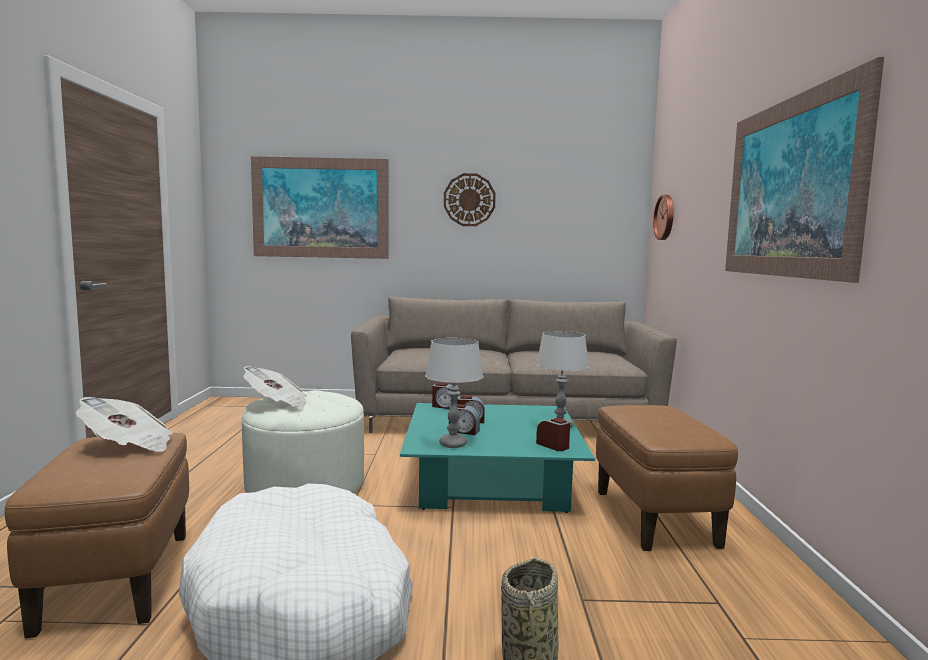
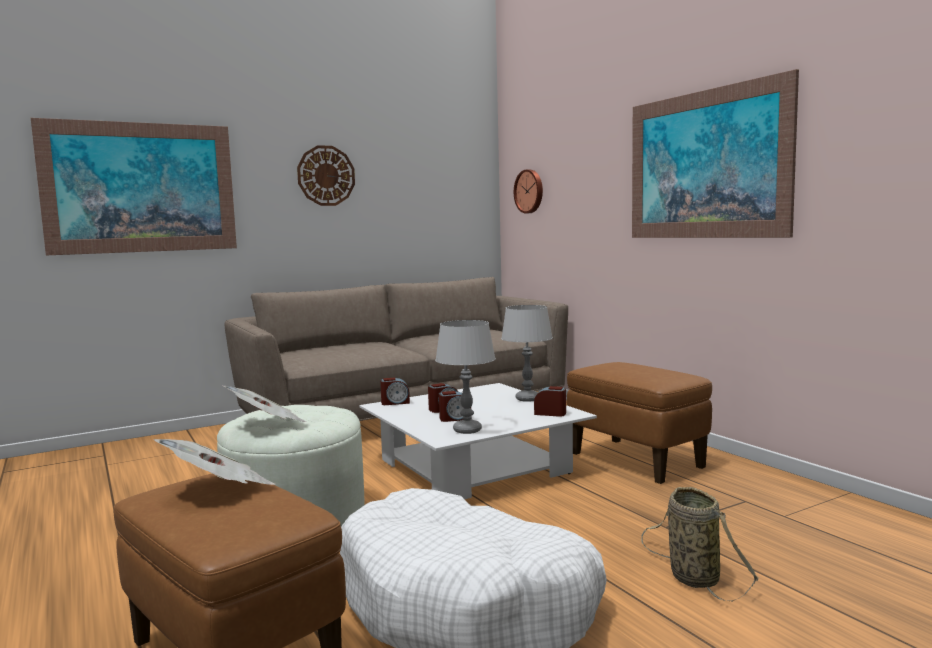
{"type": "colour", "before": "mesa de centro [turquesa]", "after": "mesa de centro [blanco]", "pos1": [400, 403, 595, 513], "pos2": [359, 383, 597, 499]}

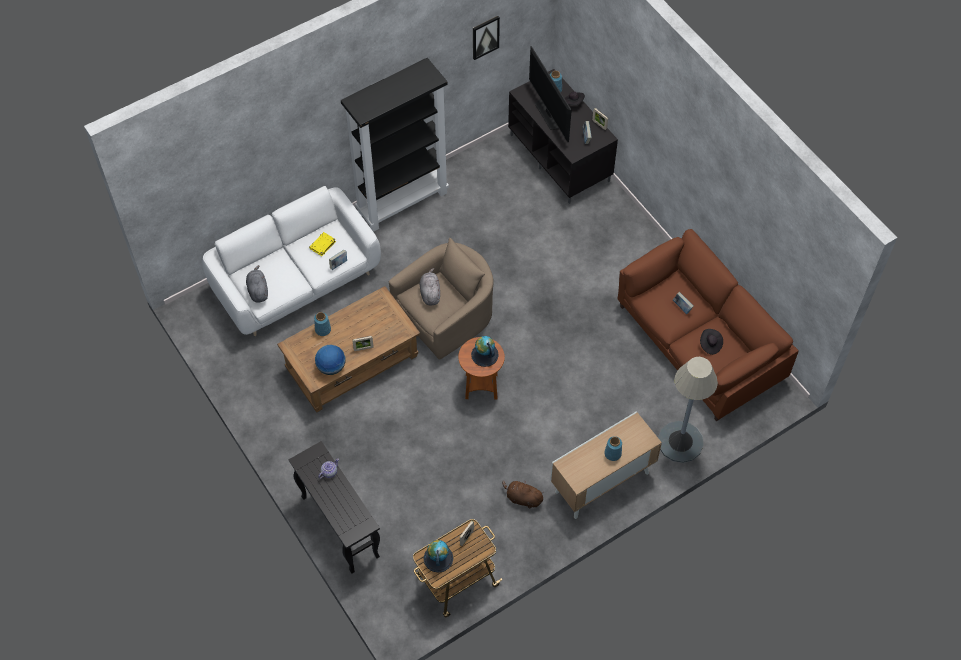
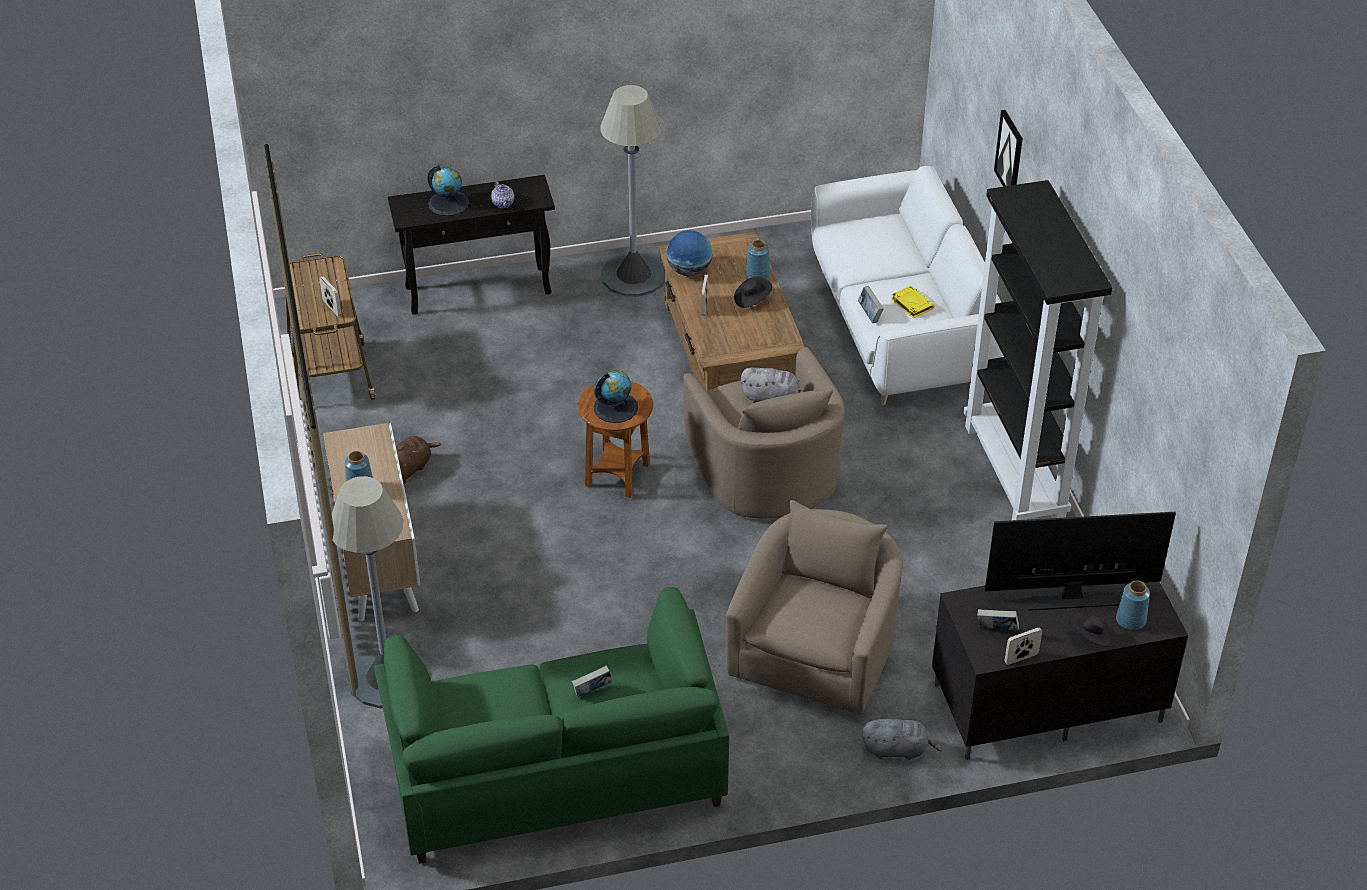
{"type": "colour", "before": "sofá [marrón]", "after": "sofá [verde]", "pos1": [617, 229, 799, 421], "pos2": [373, 587, 729, 864]}
{"type": "relocated", "before": "globo terráqueo", "pos1": [423, 540, 453, 573], "pos2": [427, 165, 469, 216]}
{"type": "appeared", "after": "lámpara de pie [gris]", "pos2": [600, 85, 665, 297]}
{"type": "appeared", "after": "sillón [beis]", "pos2": [726, 500, 903, 715]}
{"type": "relocated", "before": "sombrero [negro]", "pos1": [700, 329, 723, 355], "pos2": [734, 277, 772, 308]}
{"type": "relocated", "before": "peluche [gris]", "pos1": [246, 265, 268, 303], "pos2": [862, 719, 942, 760]}
{"type": "relocated", "before": "cuadro", "pos1": [473, 16, 500, 60], "pos2": [994, 110, 1023, 187]}

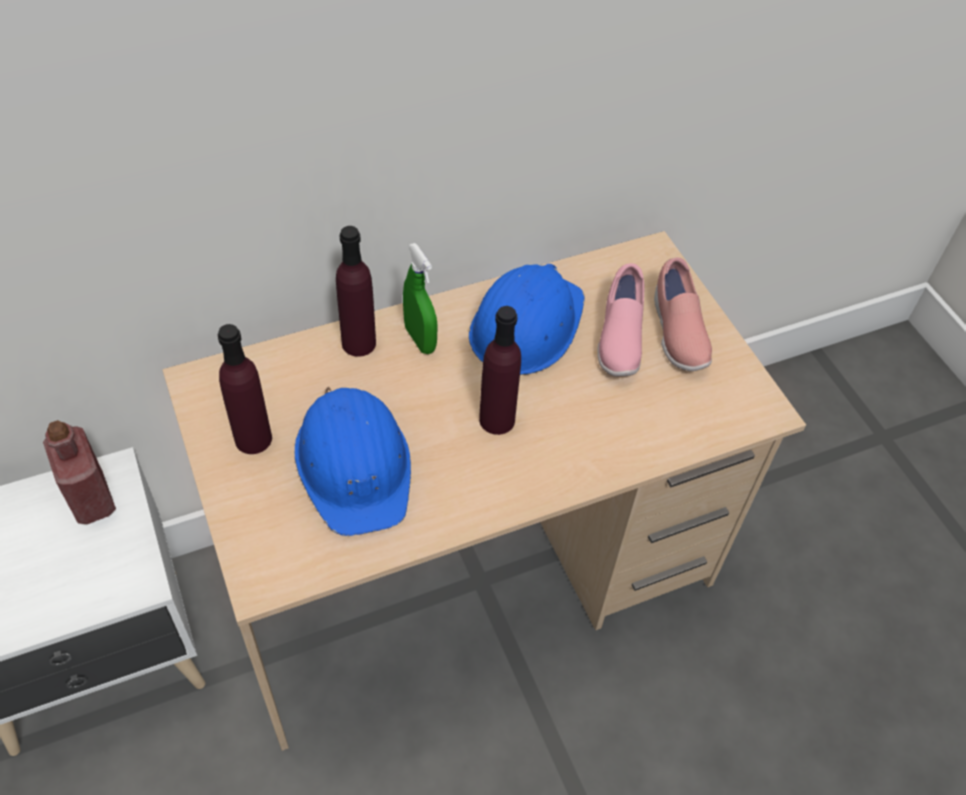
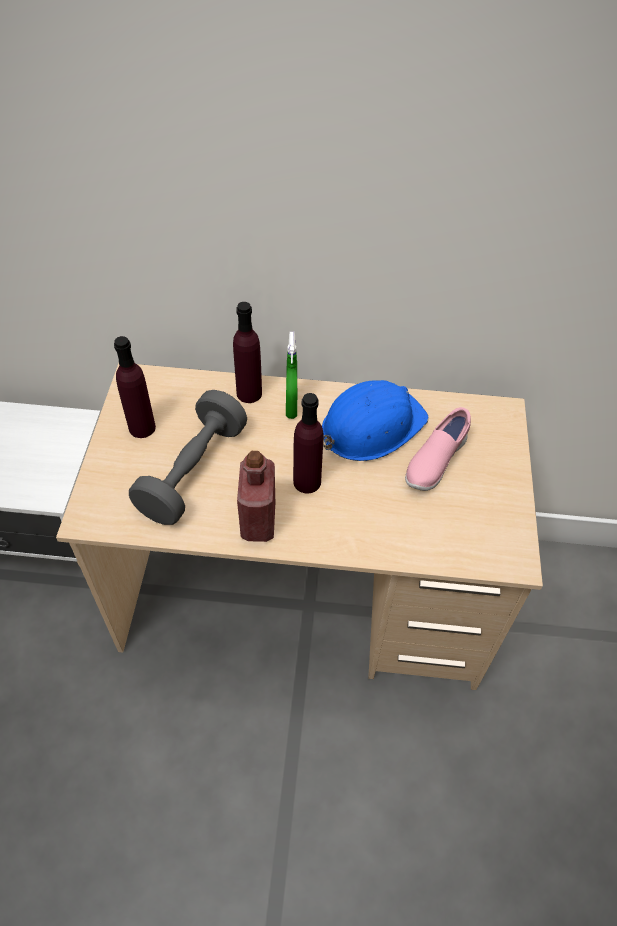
{"type": "exchanged", "before": "casco [azul]", "after": "mancuerna [gris]", "pos1": [294, 387, 411, 536], "pos2": [129, 390, 247, 525]}
{"type": "relocated", "before": "botella [rojo]", "pos1": [43, 420, 116, 524], "pos2": [237, 451, 275, 542]}
{"type": "missing", "before": "zapato [rosa]", "pos1": [654, 257, 712, 371]}

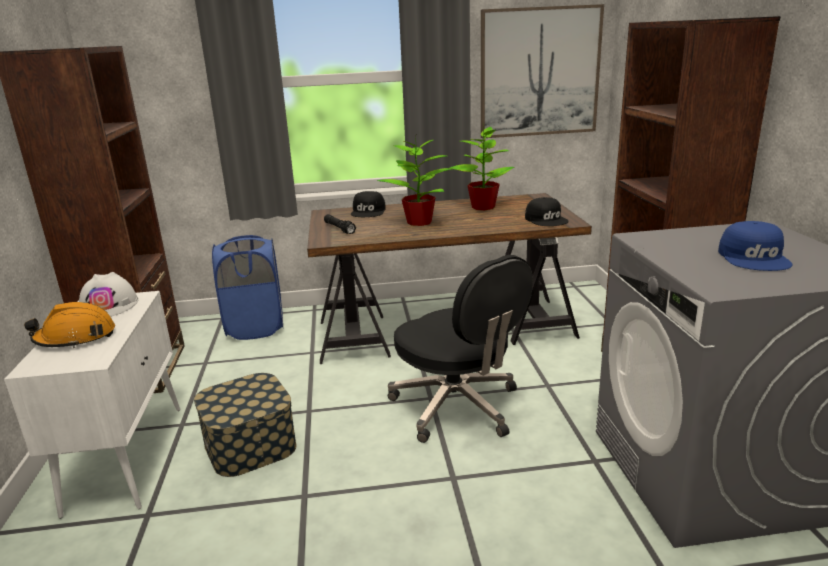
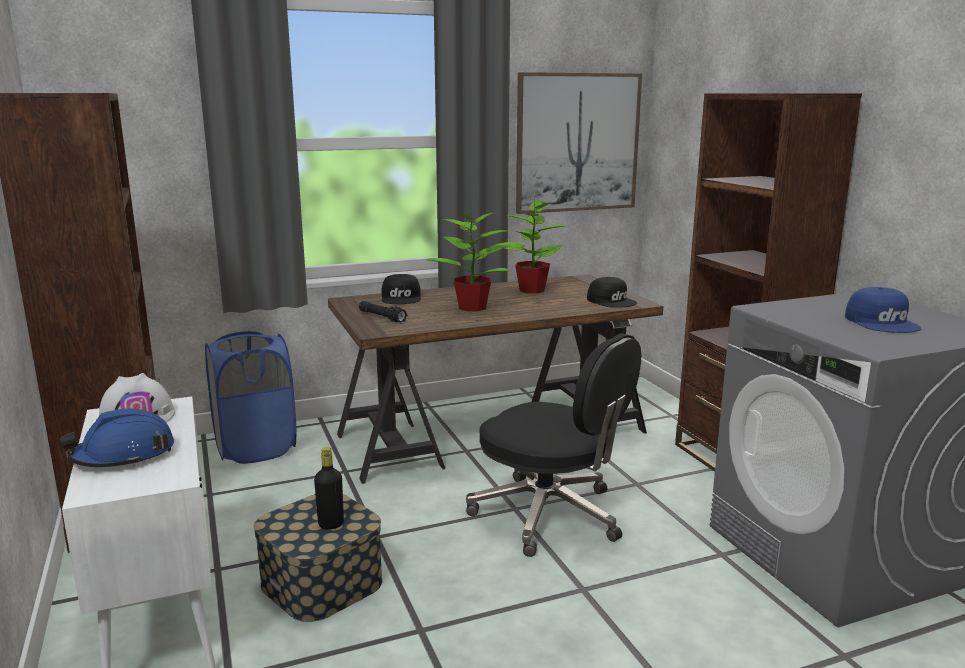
{"type": "colour", "before": "casco [naranja]", "after": "casco [azul]", "pos1": [24, 302, 115, 348], "pos2": [61, 409, 174, 467]}
{"type": "appeared", "after": "botella [negro]", "pos2": [314, 447, 344, 530]}

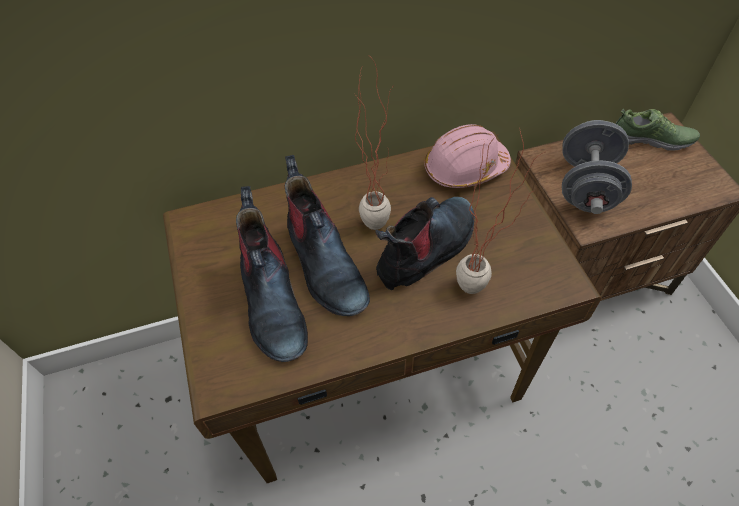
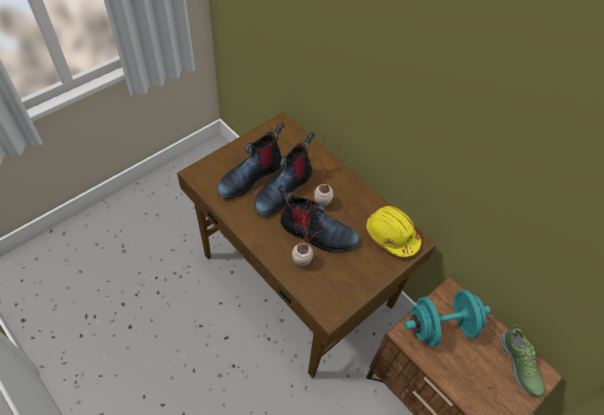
{"type": "colour", "before": "casco [rosa]", "after": "casco [amarillo]", "pos1": [424, 124, 511, 188], "pos2": [366, 206, 421, 257]}
{"type": "colour", "before": "mancuerna [gris]", "after": "mancuerna [turquesa]", "pos1": [562, 120, 632, 214], "pos2": [404, 290, 491, 346]}

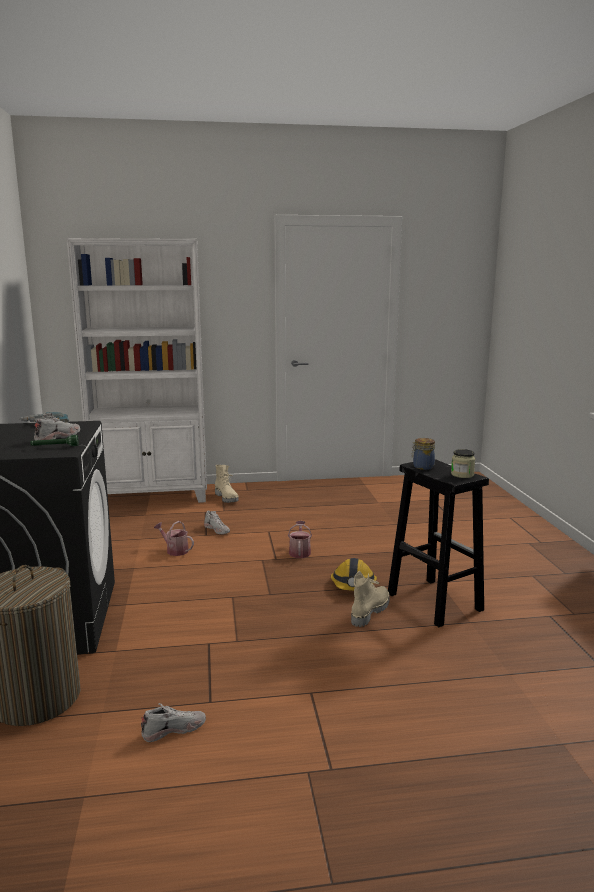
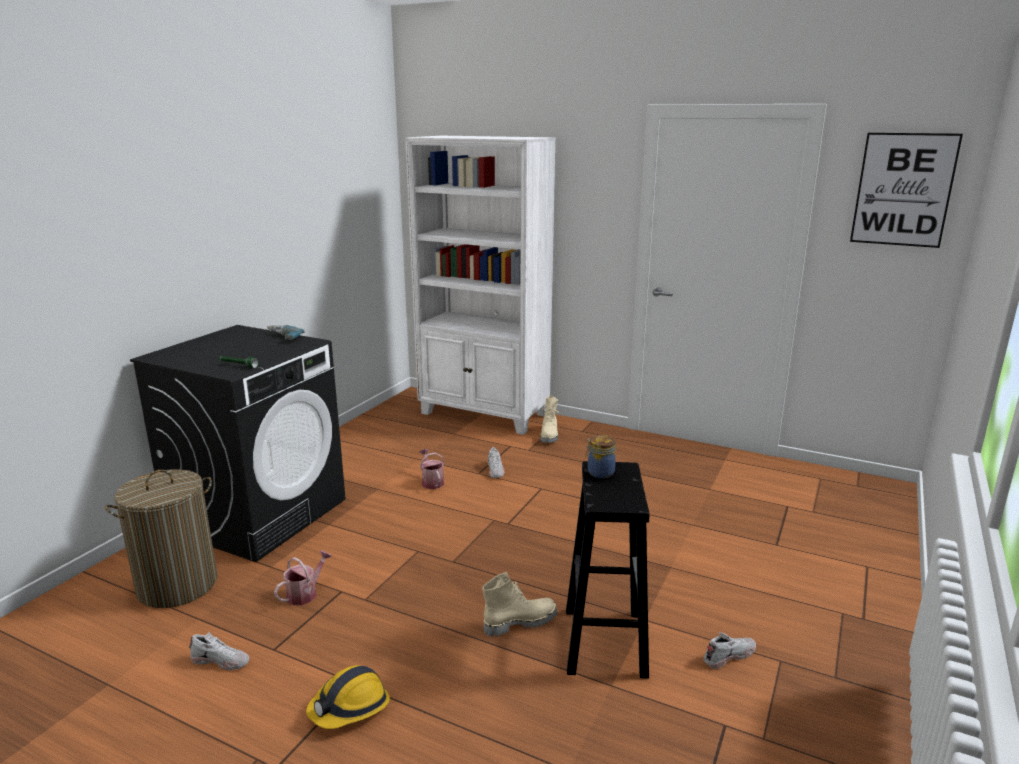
{"type": "relocated", "before": "regadera", "pos1": [288, 521, 312, 558], "pos2": [274, 550, 332, 605]}
{"type": "relocated", "before": "casco", "pos1": [331, 558, 377, 591], "pos2": [306, 665, 390, 729]}
{"type": "relocated", "before": "zapato [blanco]", "pos1": [34, 413, 80, 441], "pos2": [704, 632, 756, 669]}
{"type": "appeared", "after": "cuadro", "pos2": [850, 133, 963, 248]}
{"type": "missing", "before": "tarro", "pos1": [451, 449, 475, 478]}

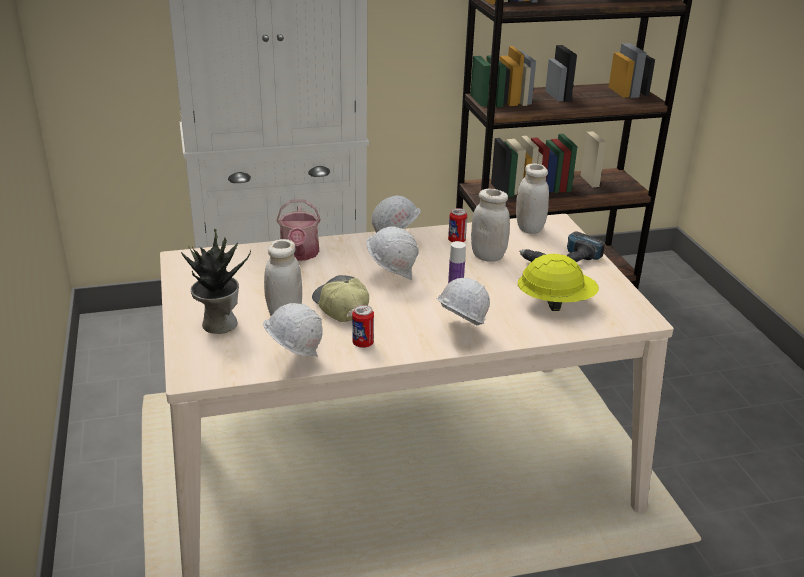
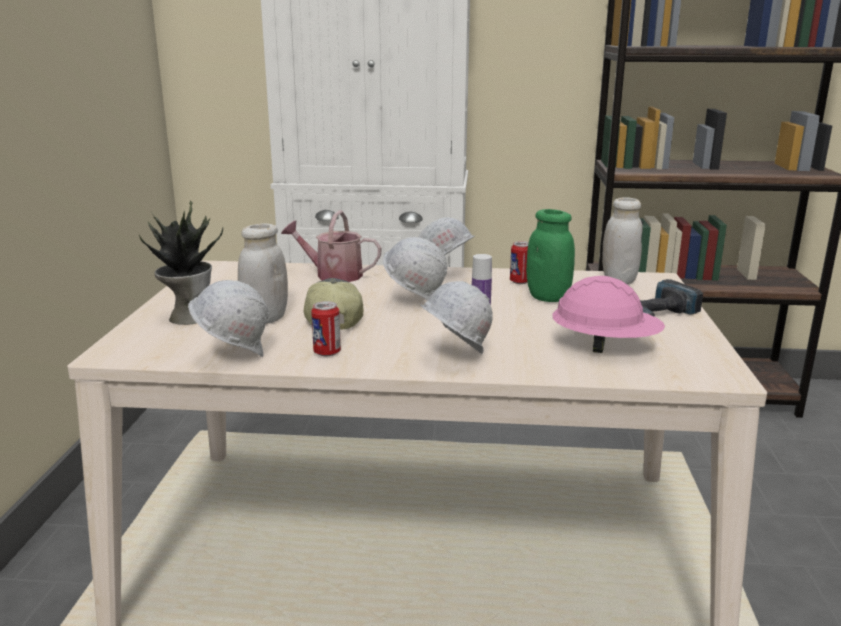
{"type": "spun", "before": "regadera", "pos1": [277, 199, 321, 261], "pos2": [281, 210, 382, 282], "turn": 90}
{"type": "colour", "before": "tarro [blanco]", "after": "tarro [verde]", "pos1": [471, 189, 510, 262], "pos2": [526, 209, 575, 302]}
{"type": "colour", "before": "casco [amarillo]", "after": "casco [rosa]", "pos1": [518, 254, 599, 311], "pos2": [553, 276, 665, 353]}

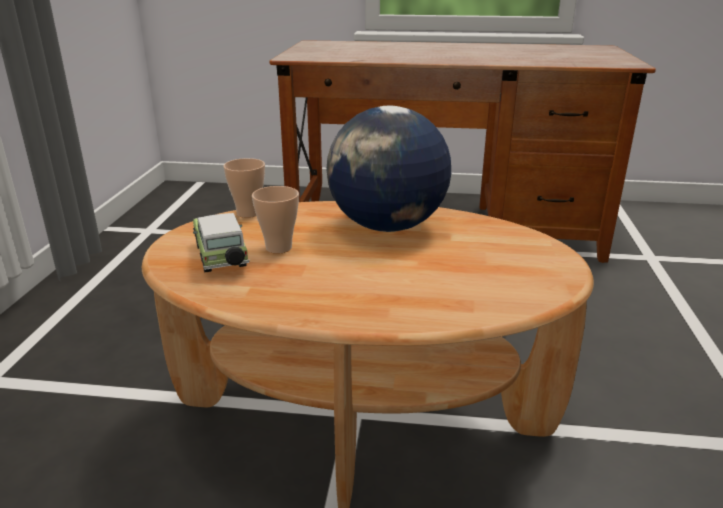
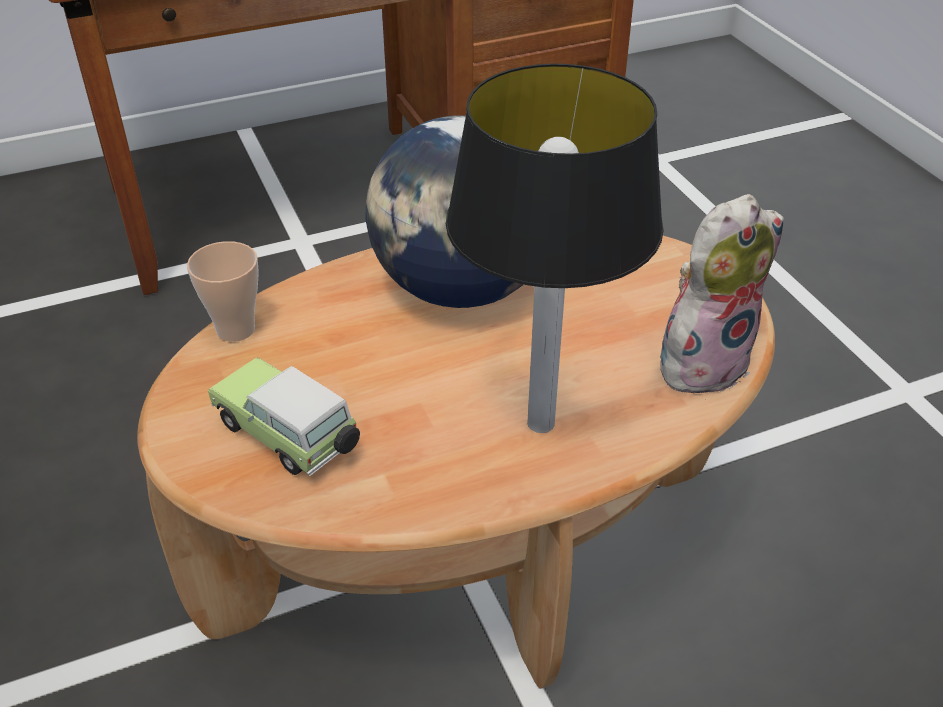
{"type": "appeared", "after": "lámpara de mesa", "pos2": [446, 64, 663, 433]}
{"type": "appeared", "after": "peluche", "pos2": [660, 194, 784, 399]}
{"type": "missing", "before": "taza", "pos1": [252, 186, 299, 254]}

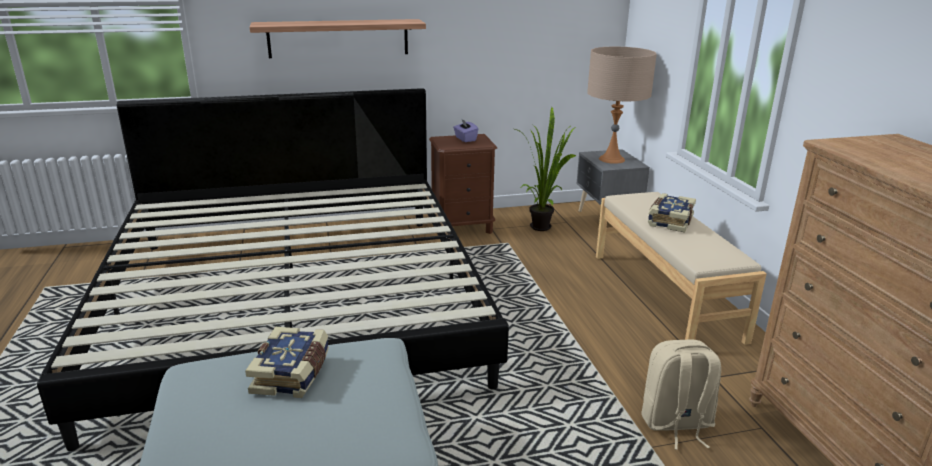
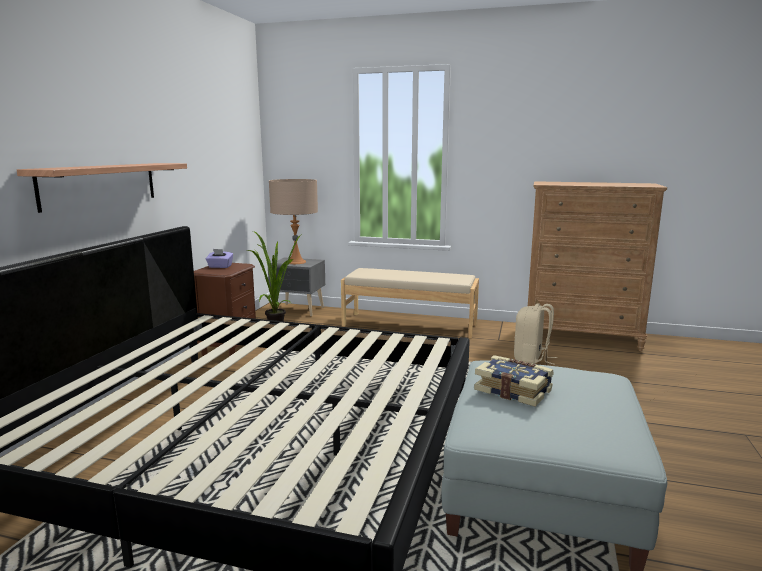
{"type": "missing", "before": "libro", "pos1": [648, 193, 696, 233]}

